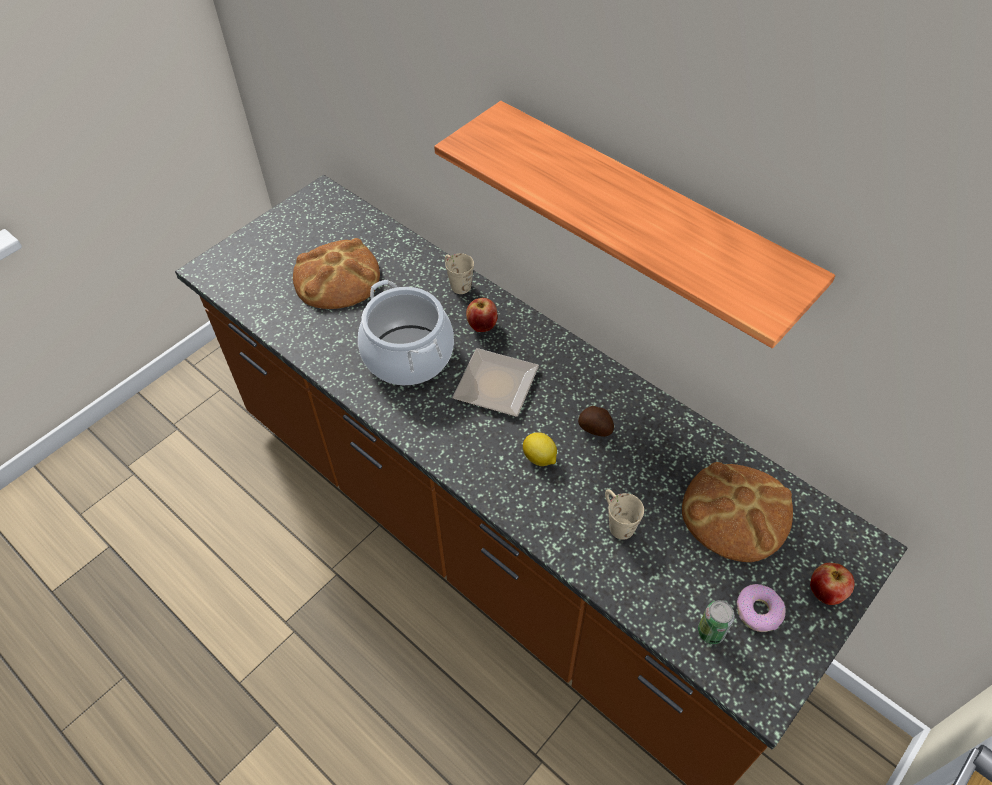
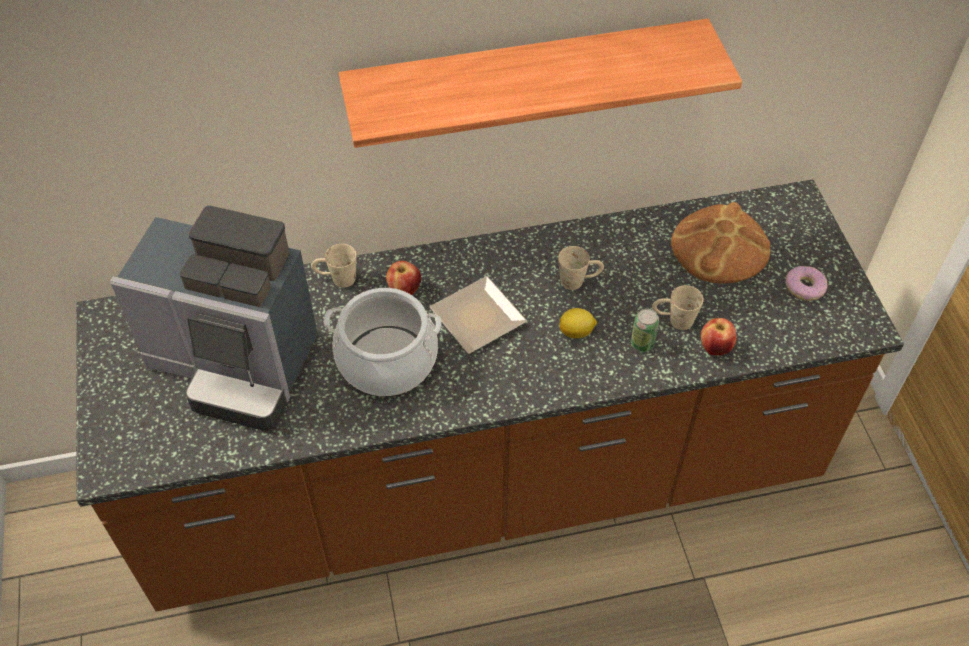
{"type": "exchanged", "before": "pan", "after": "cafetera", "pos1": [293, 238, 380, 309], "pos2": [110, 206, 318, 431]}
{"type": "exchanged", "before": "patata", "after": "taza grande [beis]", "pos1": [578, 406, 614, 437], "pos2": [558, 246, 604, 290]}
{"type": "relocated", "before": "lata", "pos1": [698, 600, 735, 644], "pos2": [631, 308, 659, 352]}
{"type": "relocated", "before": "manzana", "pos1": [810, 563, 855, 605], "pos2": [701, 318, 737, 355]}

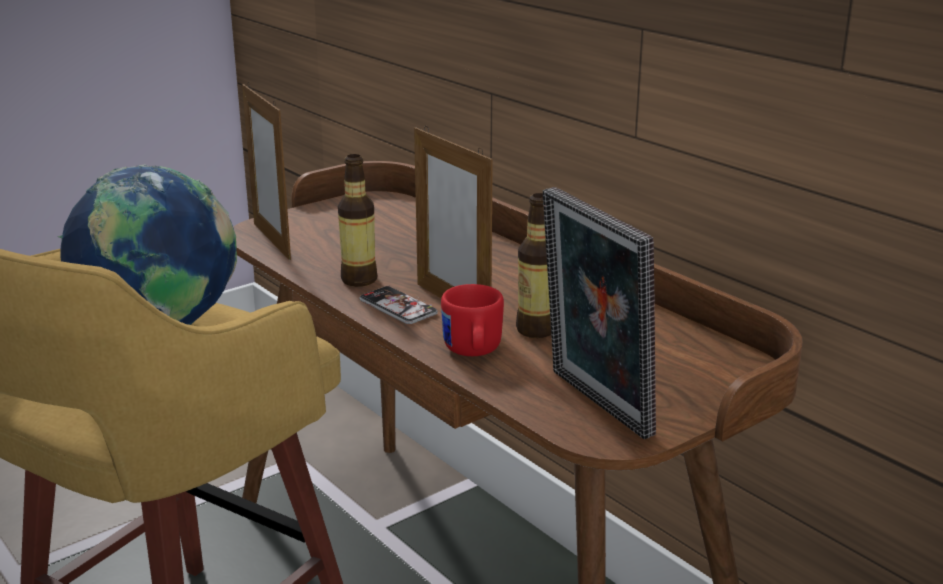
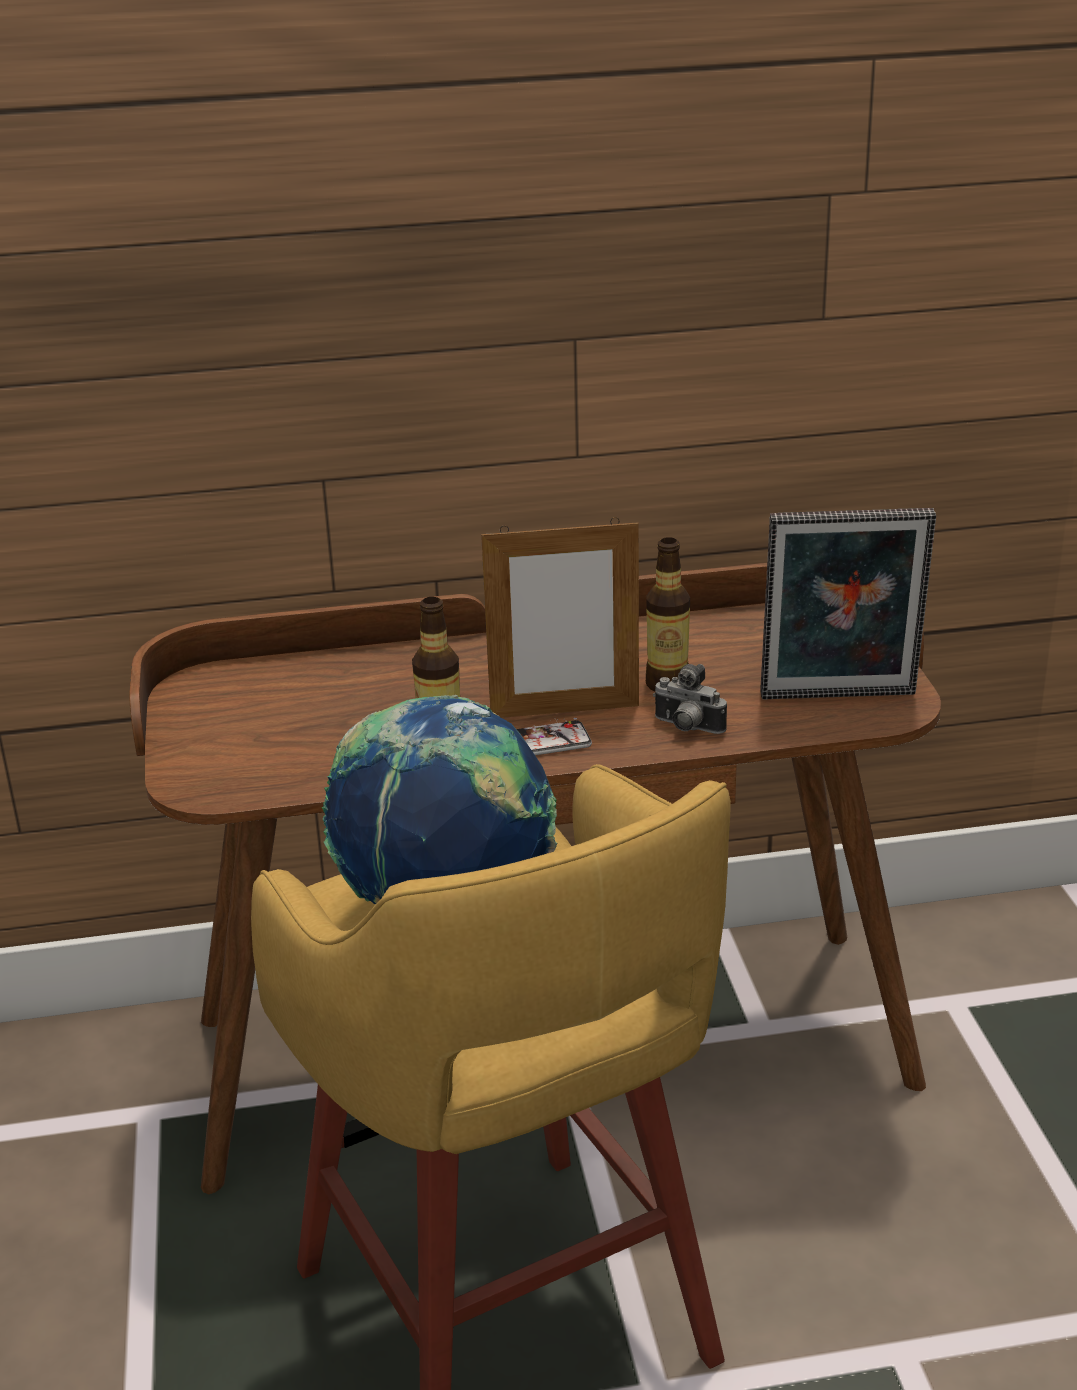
{"type": "exchanged", "before": "taza grande [rojo]", "after": "cámara", "pos1": [441, 284, 504, 356], "pos2": [653, 664, 727, 734]}
{"type": "missing", "before": "portarretratos", "pos1": [242, 82, 291, 260]}

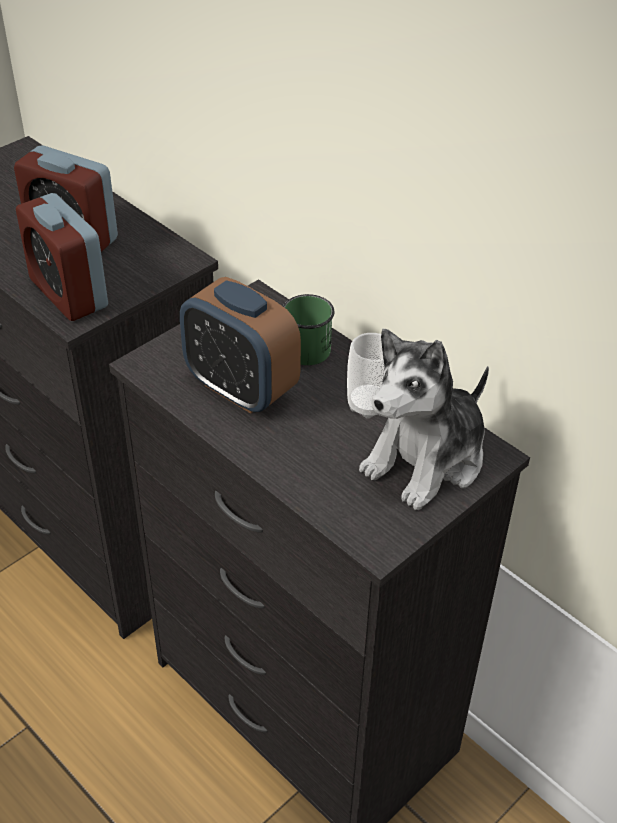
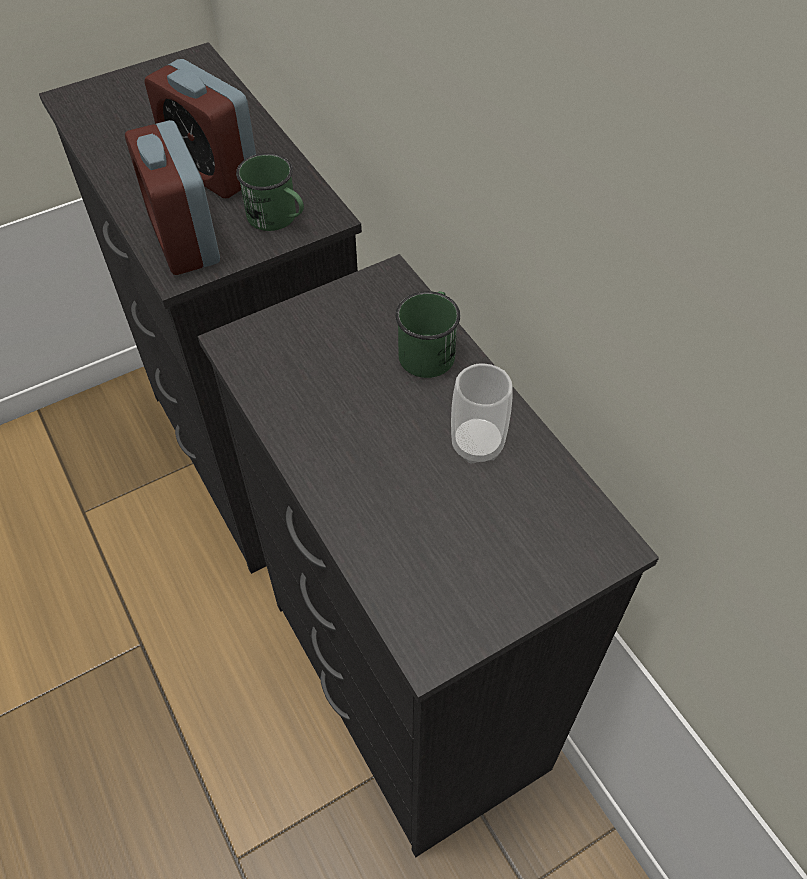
{"type": "appeared", "after": "taza grande [verde]", "pos2": [236, 153, 304, 231]}
{"type": "missing", "before": "despertador", "pos1": [180, 277, 301, 414]}
{"type": "missing", "before": "peluche", "pos1": [359, 329, 489, 510]}

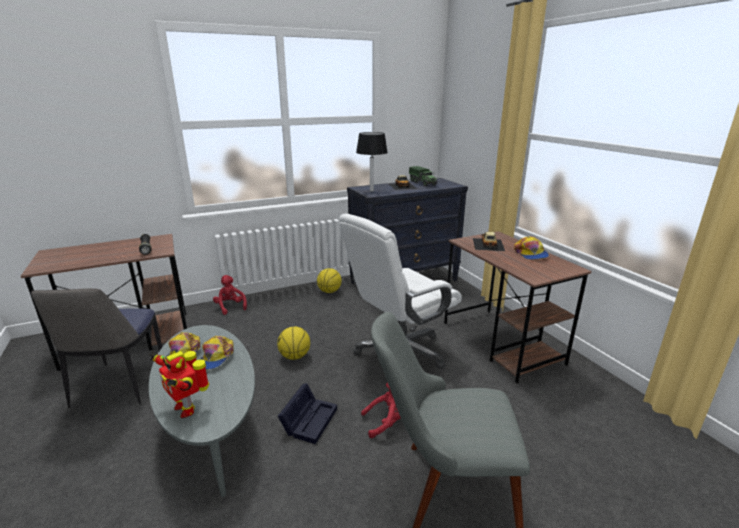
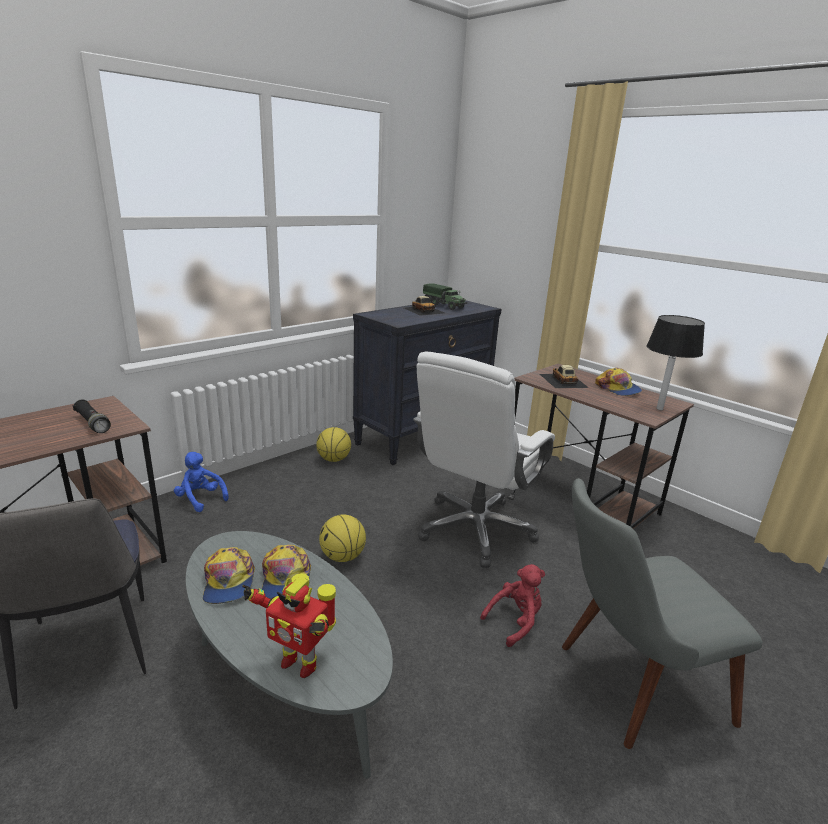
{"type": "colour", "before": "peluche [rojo]", "after": "peluche [azul]", "pos1": [213, 275, 247, 315], "pos2": [174, 452, 229, 512]}
{"type": "relocated", "before": "lámpara de mesa [negro]", "pos1": [356, 132, 388, 192], "pos2": [647, 315, 705, 410]}
{"type": "missing", "before": "caja de almacenaje [negro]", "pos1": [278, 383, 337, 444]}

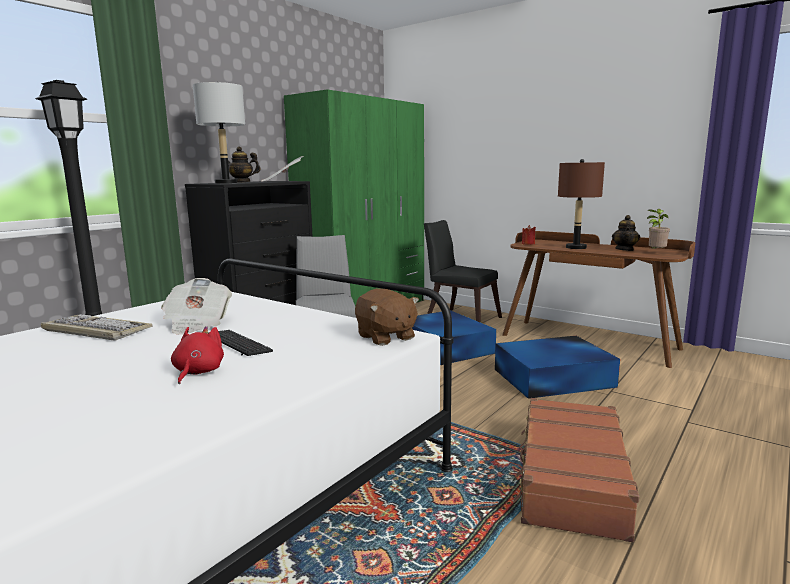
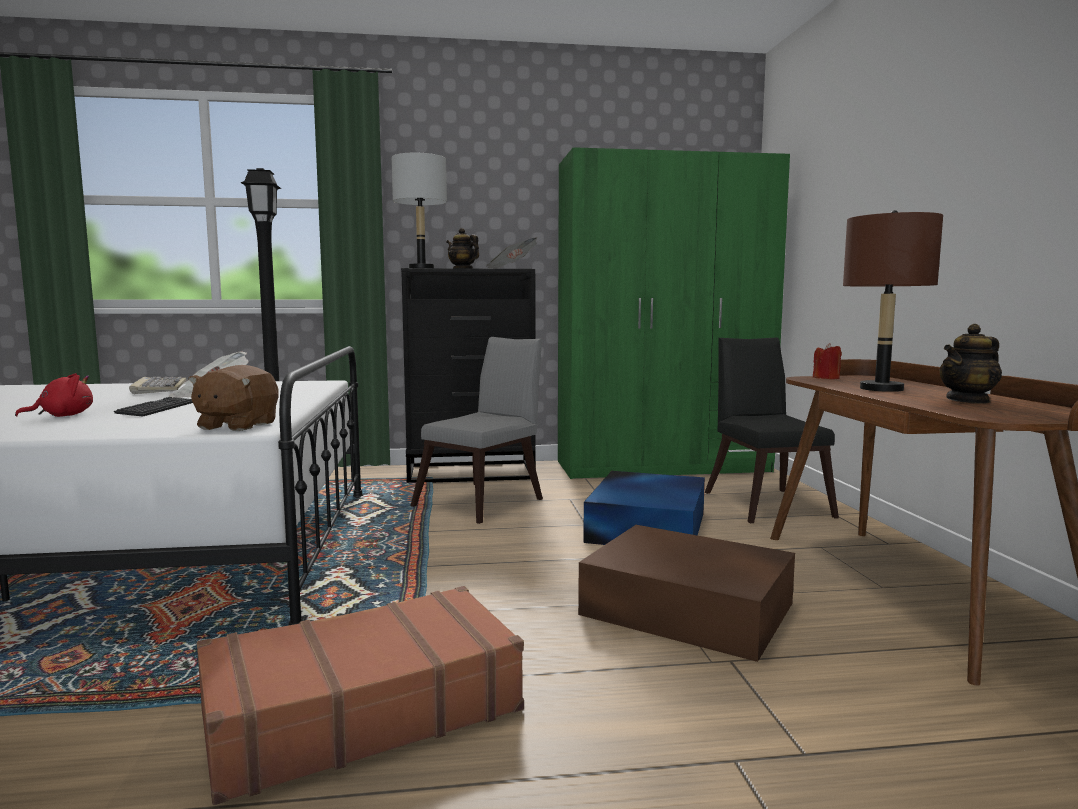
{"type": "colour", "before": "caja de almacenaje [azul]", "after": "caja de almacenaje [marrón]", "pos1": [495, 336, 620, 399], "pos2": [578, 525, 795, 662]}
{"type": "missing", "before": "planta en maceta", "pos1": [645, 209, 670, 251]}

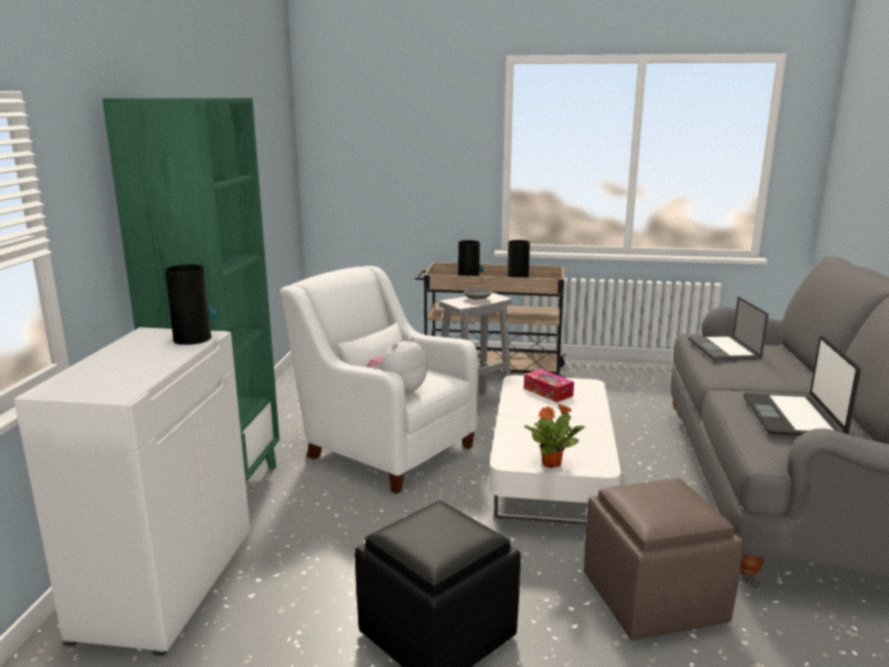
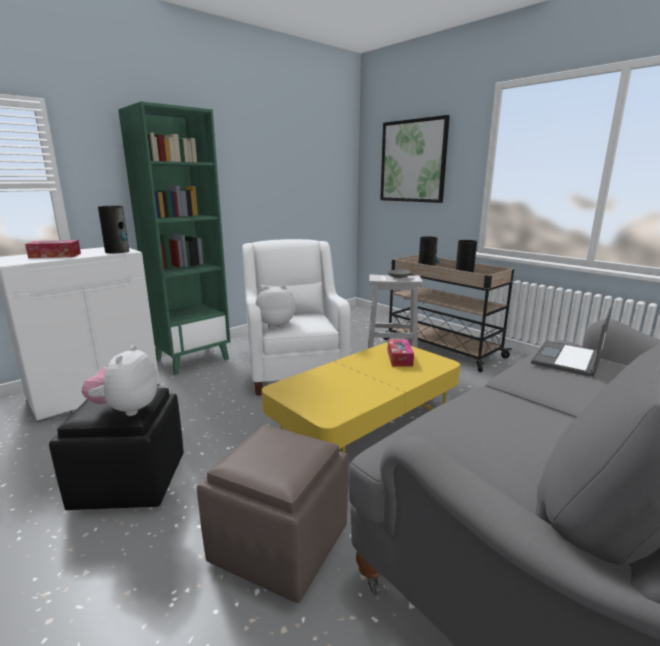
{"type": "appeared", "after": "caja de pañuelos", "pos2": [25, 240, 81, 258]}
{"type": "appeared", "after": "peluche", "pos2": [81, 345, 157, 416]}
{"type": "colour", "before": "mesa de centro [blanco]", "after": "mesa de centro [amarillo]", "pos1": [489, 375, 621, 524], "pos2": [262, 342, 460, 453]}
{"type": "appeared", "after": "cuadro", "pos2": [380, 115, 450, 203]}
{"type": "missing", "before": "planta en maceta", "pos1": [524, 403, 585, 468]}
{"type": "missing", "before": "portátil", "pos1": [743, 336, 861, 436]}

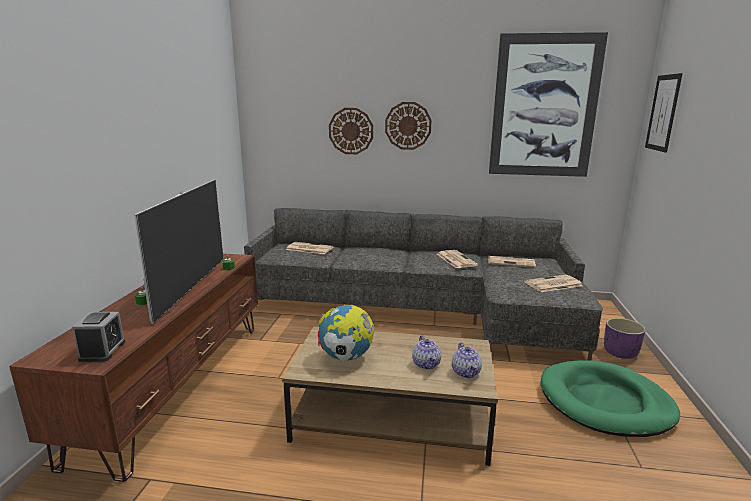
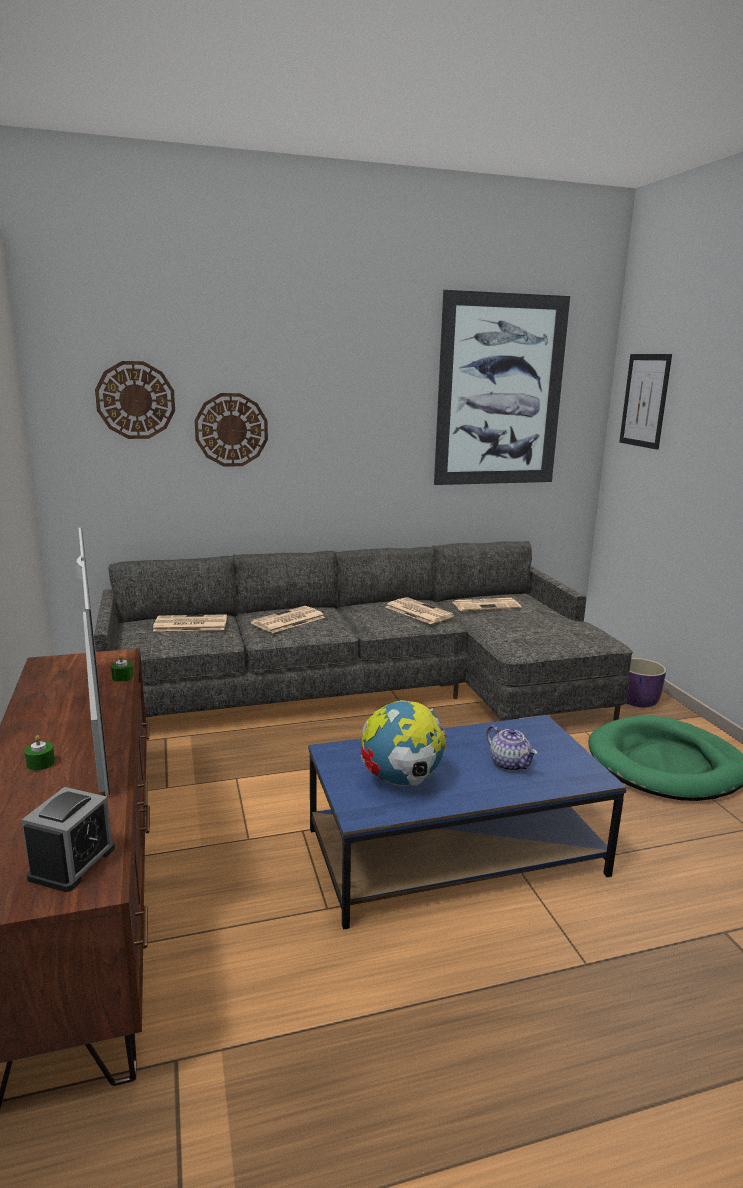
{"type": "spun", "before": "despertador", "pos1": [72, 312, 125, 362], "pos2": [22, 787, 115, 892], "turn": 45}
{"type": "relocated", "before": "reloj de pared", "pos1": [385, 102, 432, 150], "pos2": [95, 361, 175, 439]}
{"type": "relocated", "before": "periódico", "pos1": [524, 275, 583, 292], "pos2": [251, 606, 325, 633]}
{"type": "colour", "before": "mesa de centro [marrón]", "after": "mesa de centro [azul]", "pos1": [282, 326, 498, 466], "pos2": [308, 715, 627, 929]}
{"type": "missing", "before": "tetera", "pos1": [452, 342, 482, 378]}

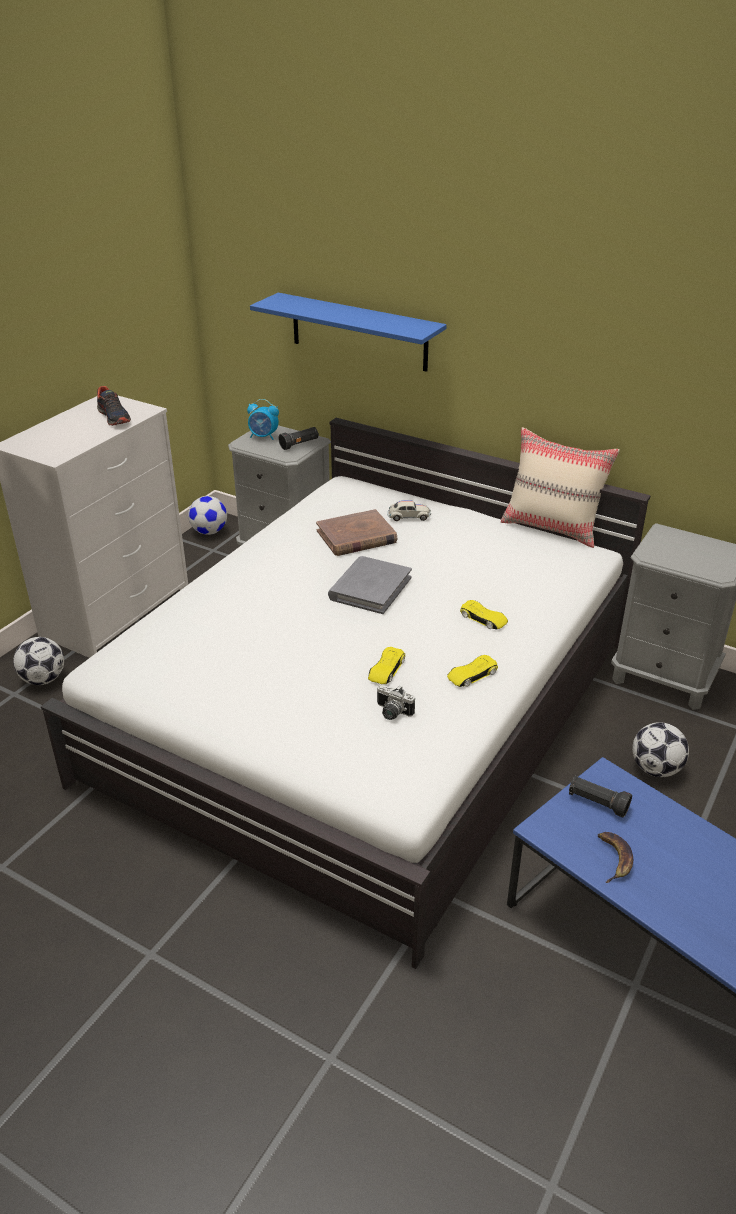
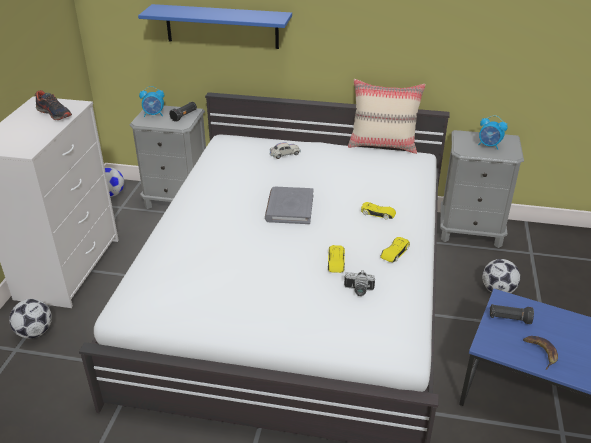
{"type": "appeared", "after": "despertador", "pos2": [478, 115, 508, 150]}
{"type": "missing", "before": "libro [marrón]", "pos1": [316, 509, 397, 556]}

